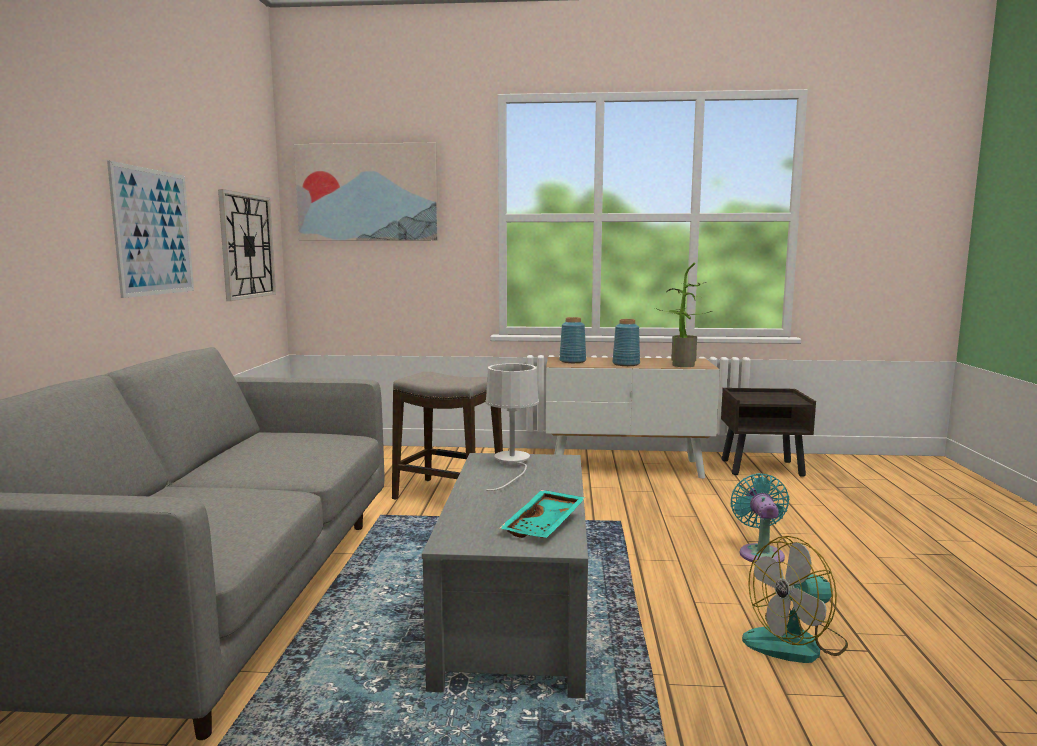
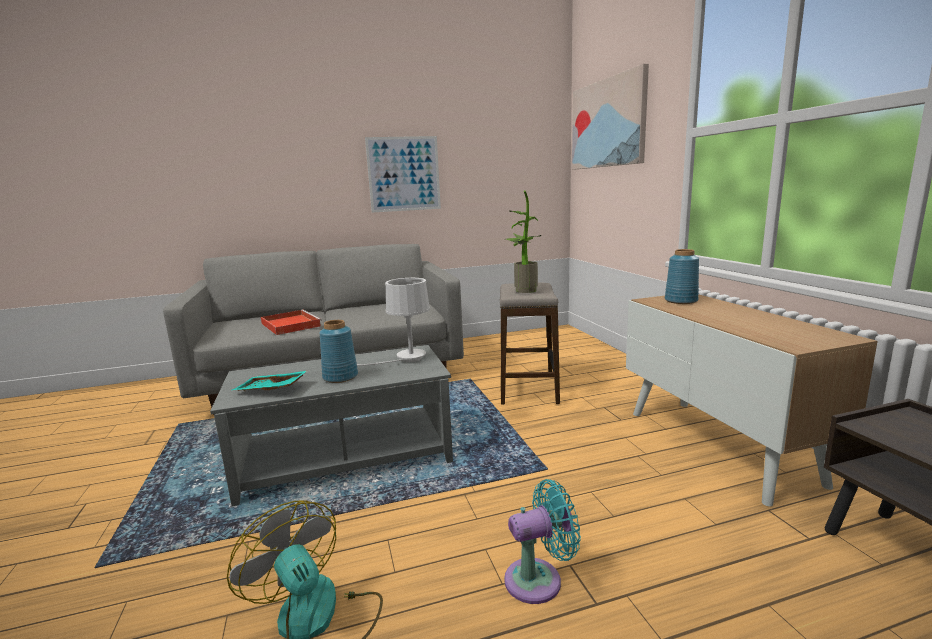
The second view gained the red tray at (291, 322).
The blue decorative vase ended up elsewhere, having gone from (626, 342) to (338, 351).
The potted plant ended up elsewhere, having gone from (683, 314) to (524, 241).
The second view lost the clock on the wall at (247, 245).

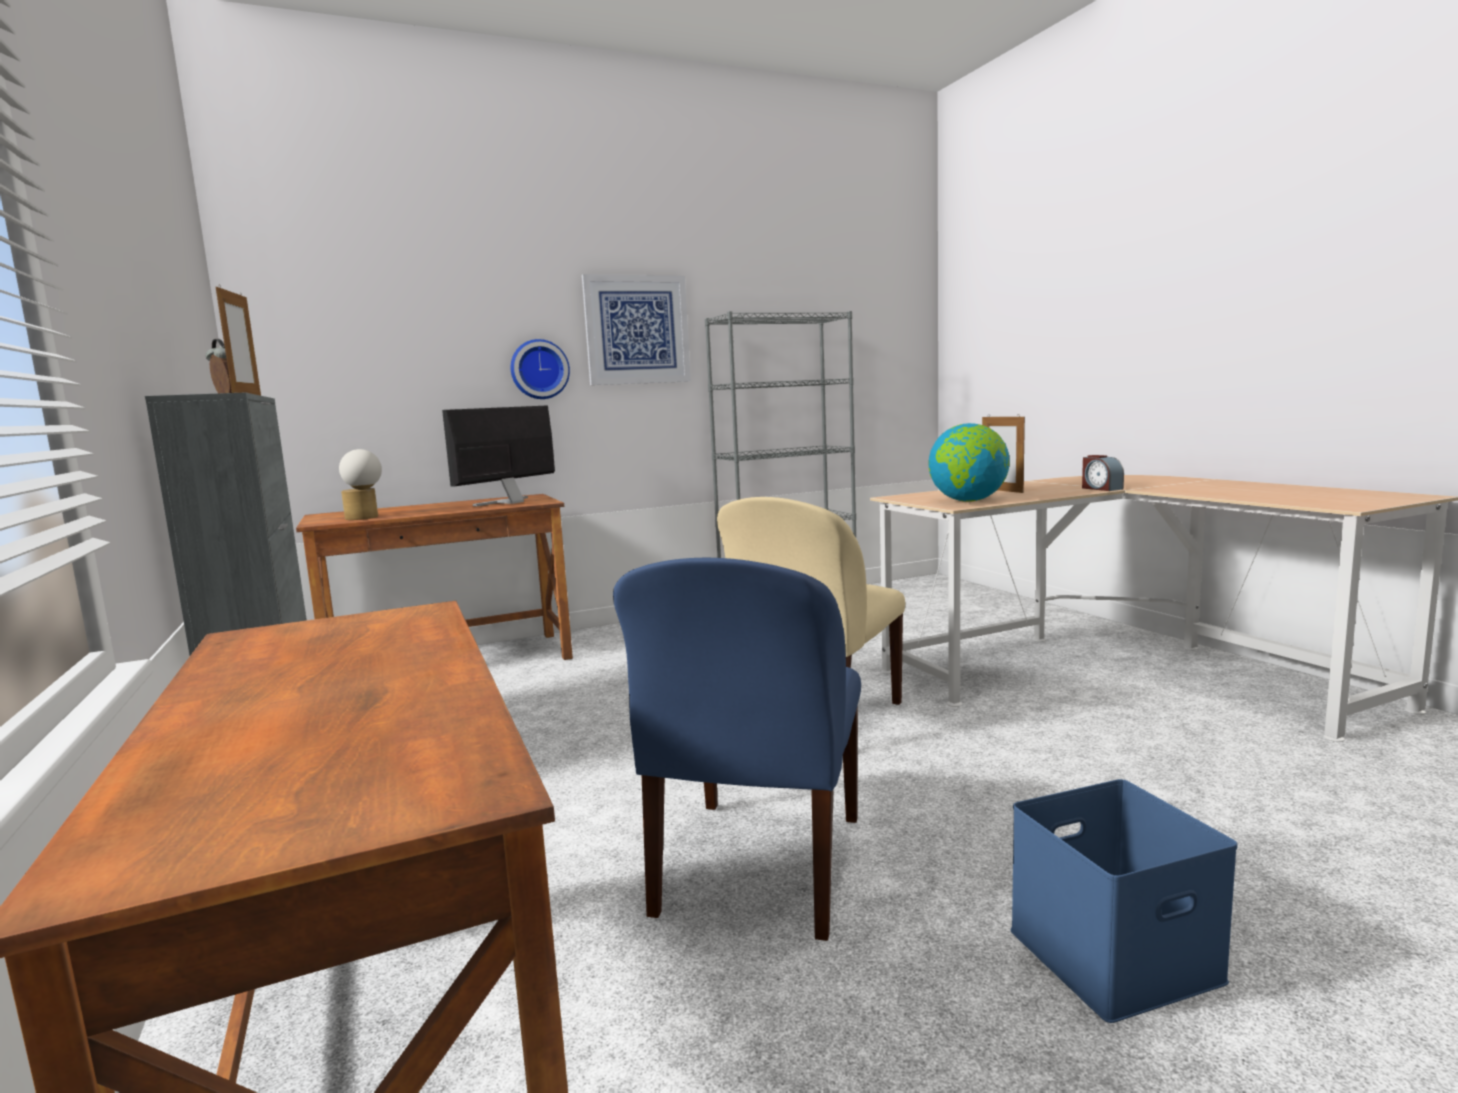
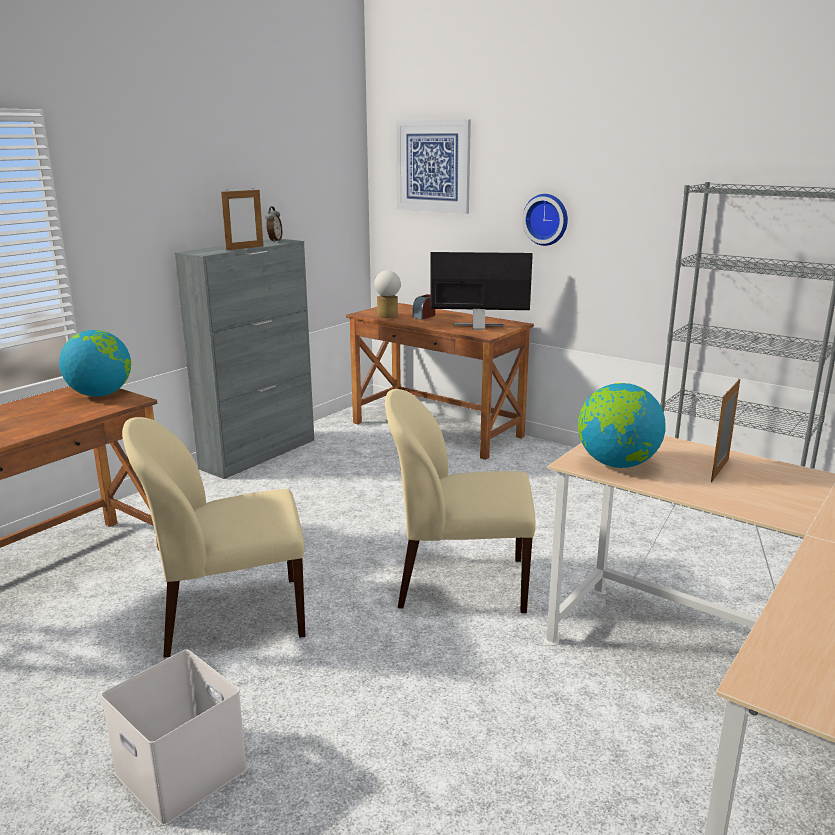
The second view gained the world globe at (95, 363).
What was the blue storage bin at (1124, 901) turned into the white storage bin at (174, 738).
What was the blue plain chair at (737, 749) turned into the beige-coloured plain chair at (213, 537).
The wall picture ended up elsewhere, having gone from (636, 329) to (433, 167).
The alarm clock ended up elsewhere, having gone from (1103, 473) to (424, 307).

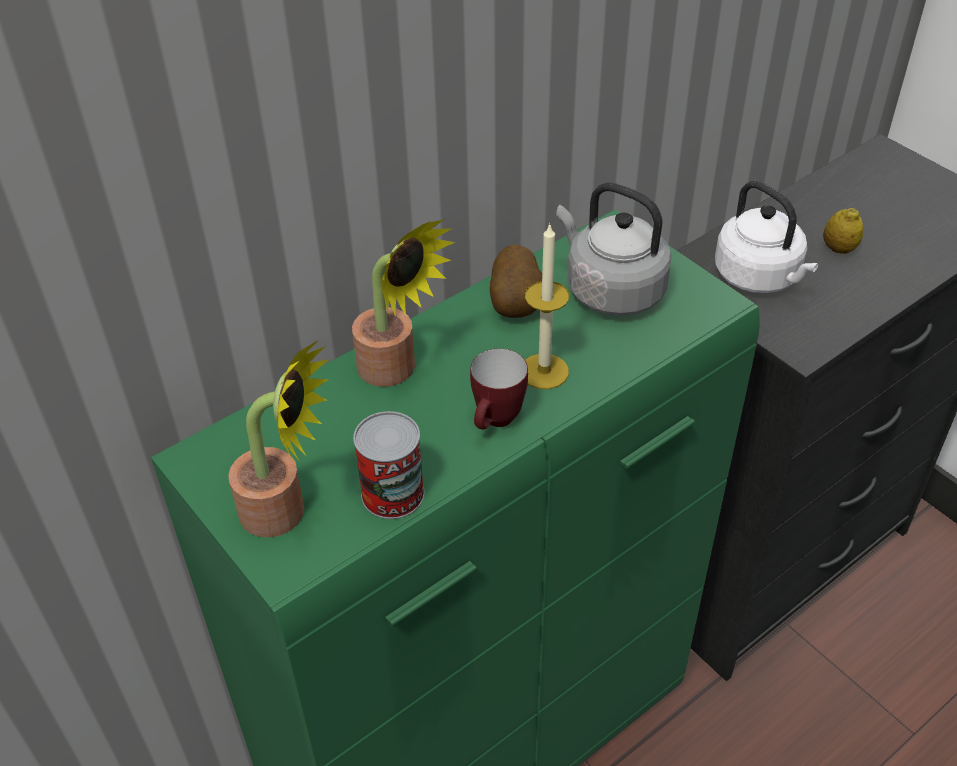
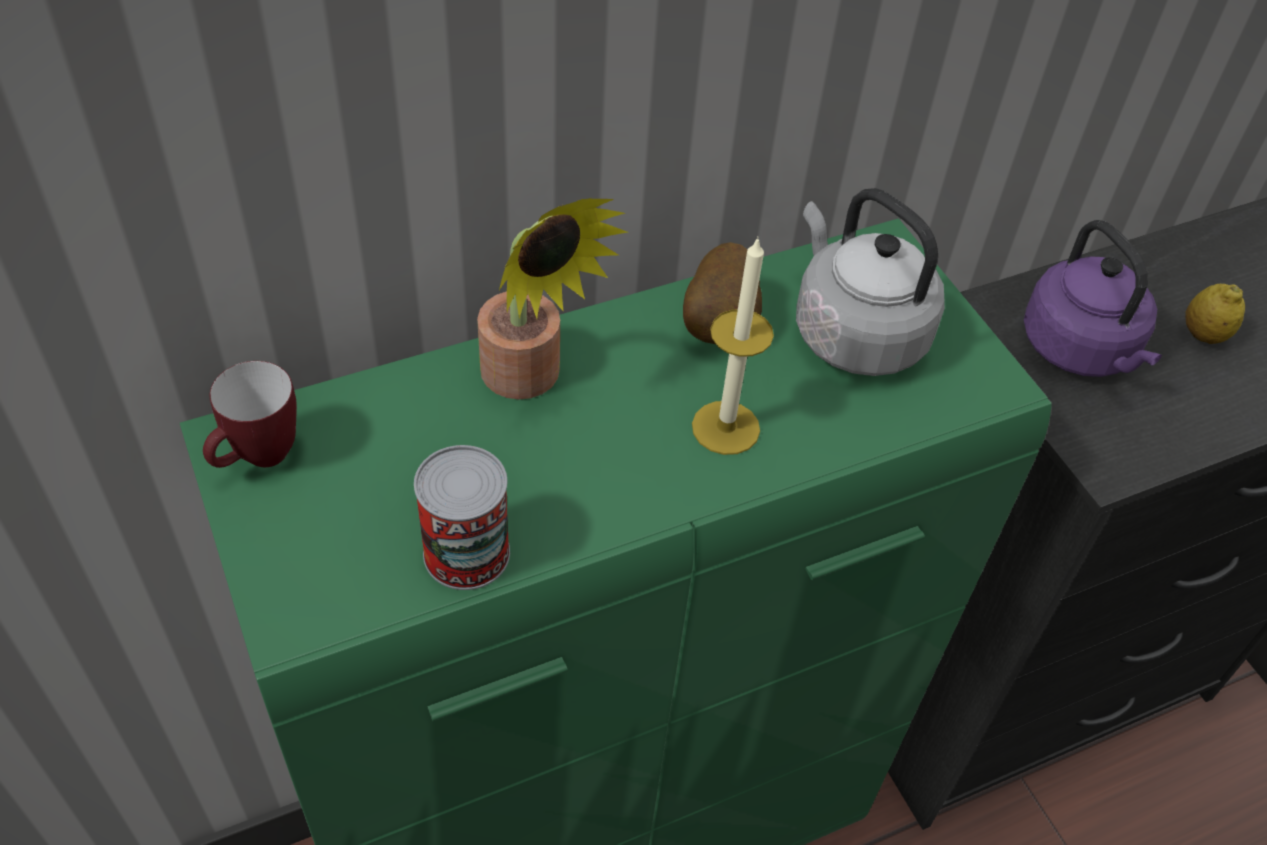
The mug ended up elsewhere, having gone from (499, 389) to (250, 414).
What was the white water kettle at (767, 237) turned into the purple-coloured water kettle at (1093, 298).
The second view lost the potted plant at (279, 438).

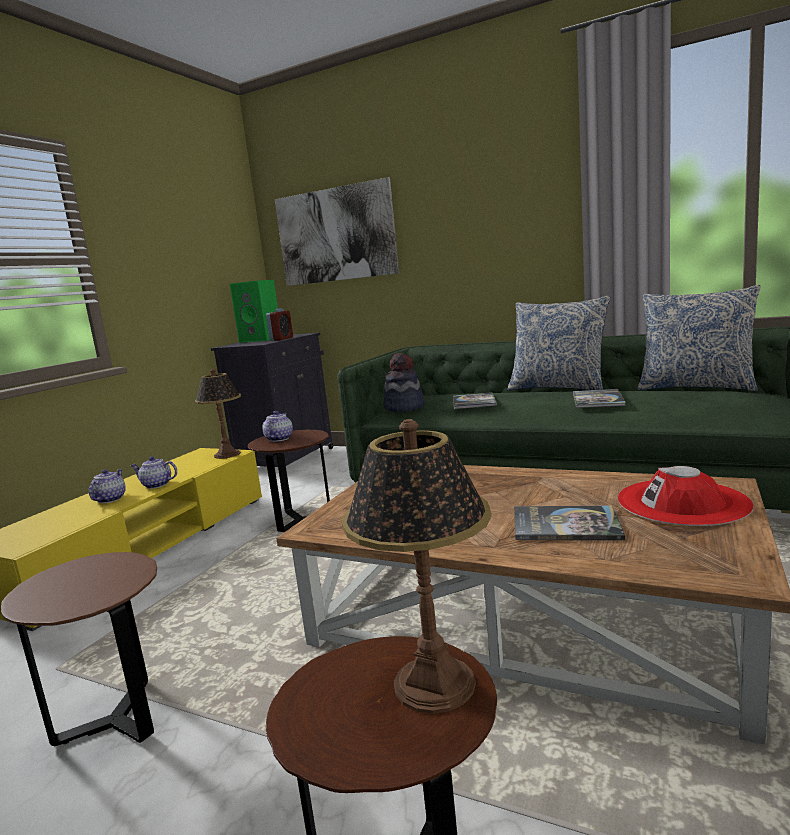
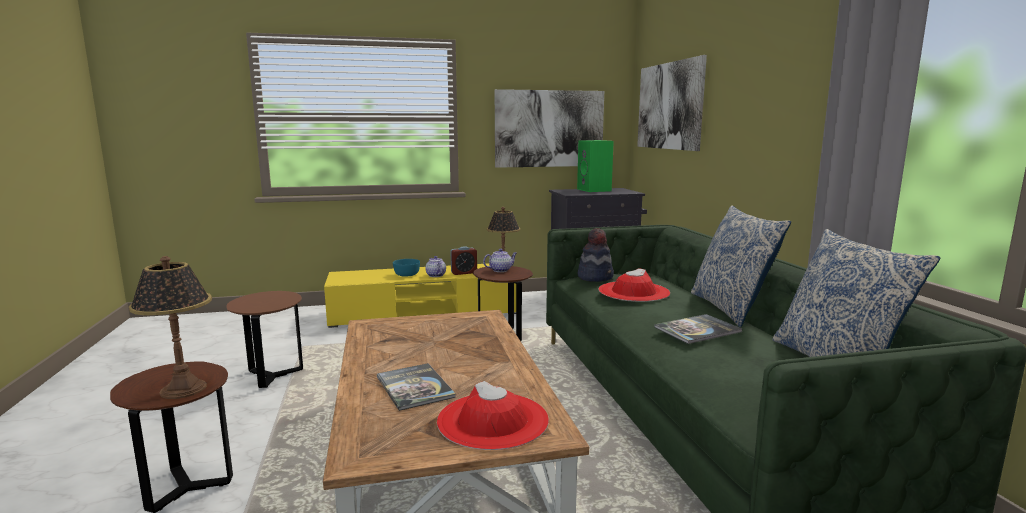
Where the tea pot stood at (107, 486), the turquoise bowl came to stand at (406, 268).
The alarm clock ended up elsewhere, having gone from (279, 324) to (463, 260).
The second view gained the wall picture at (549, 128).
Where the bound book stood at (475, 400), the red clothing hat came to stand at (634, 285).

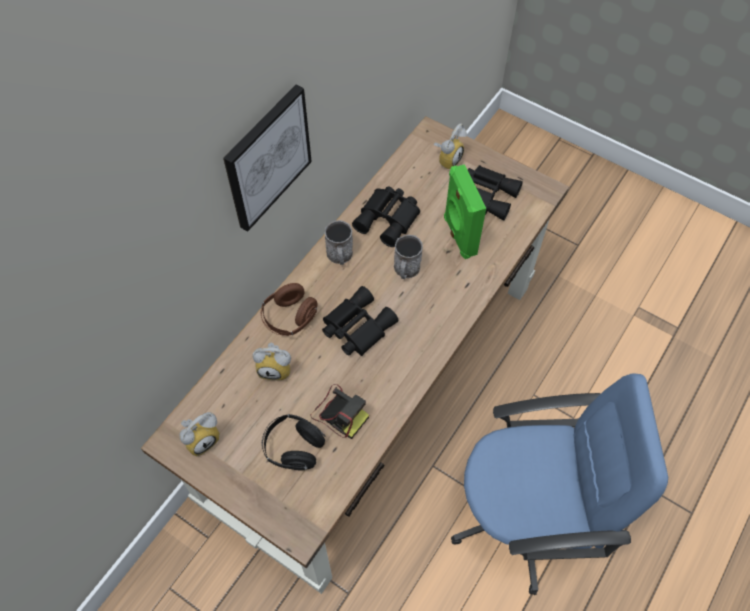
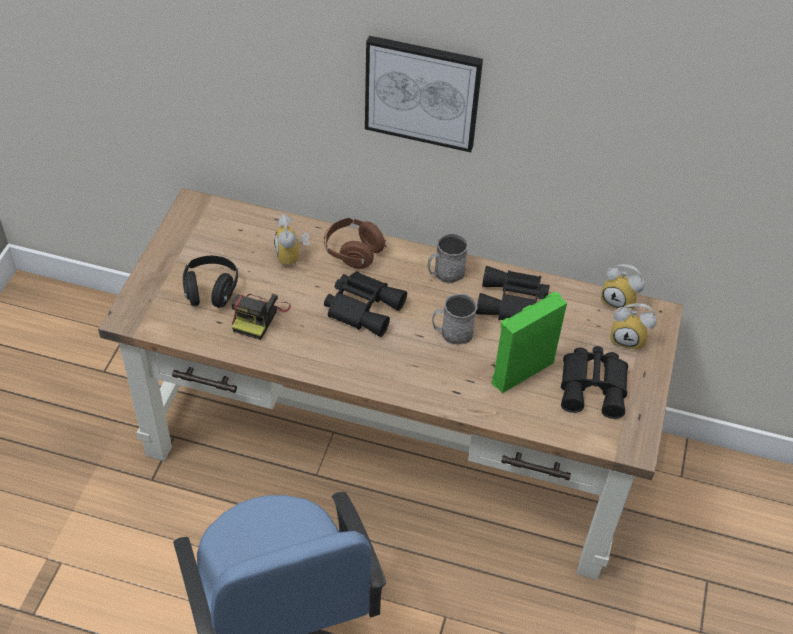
The alarm clock ended up elsewhere, having gone from (199, 434) to (623, 287).

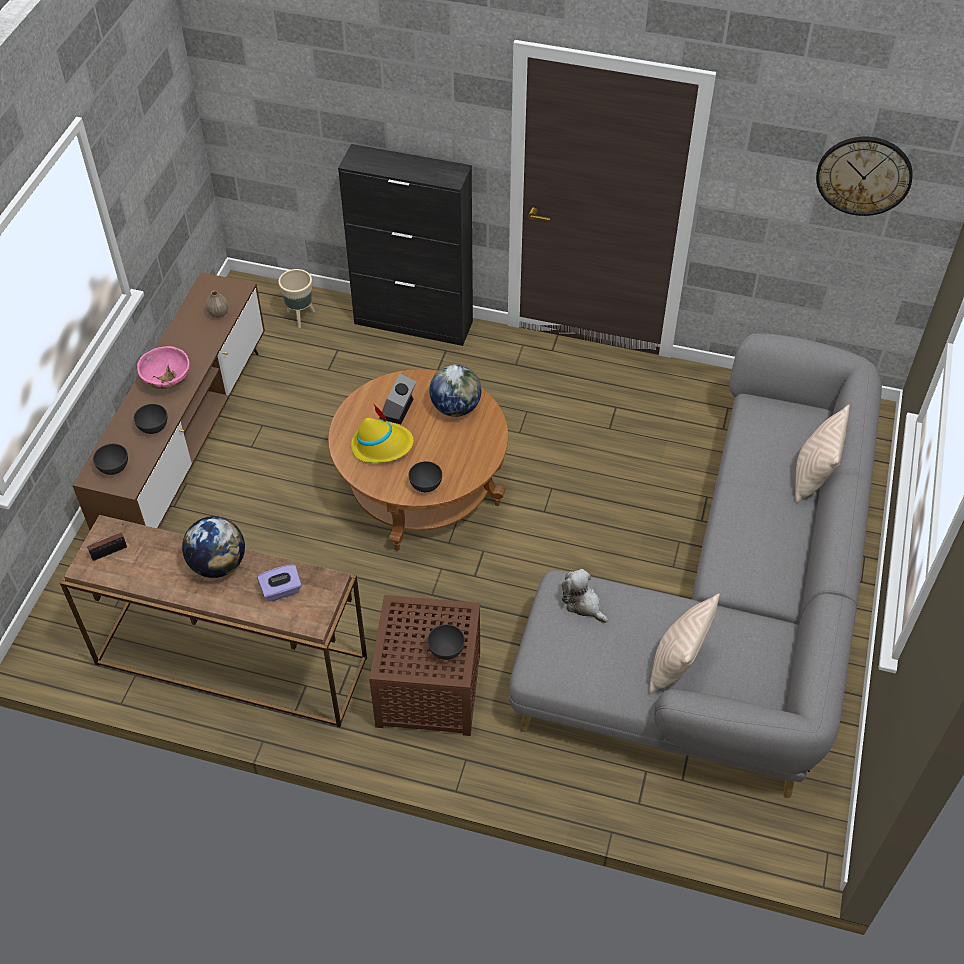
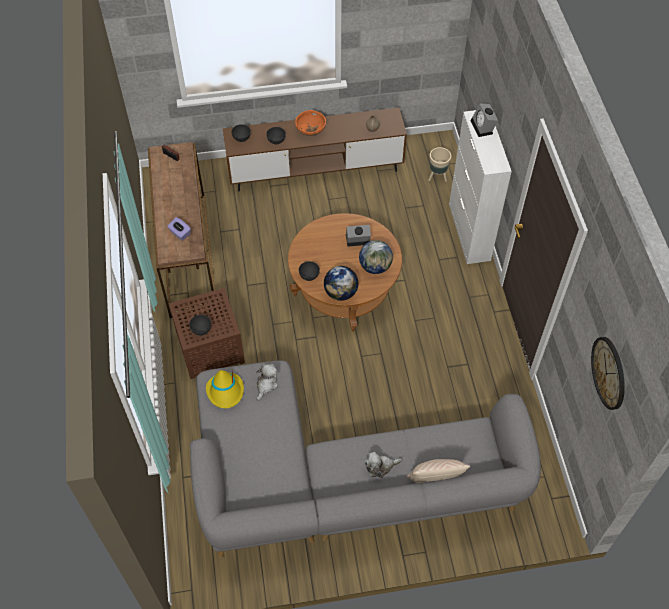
The yellow-coloured clothing hat ended up elsewhere, having gone from (382, 433) to (225, 389).
What was the pink-coloured bowl at (163, 367) turned into the orange bowl at (310, 123).
The world globe ended up elsewhere, having gone from (213, 547) to (341, 283).
The second view gained the soft toy at (383, 465).
What was the black cabinet at (405, 245) turned into the white cabinet at (480, 187).
The second view gained the alarm clock at (484, 120).
The second view lost the beige-coloured pillow at (684, 643).

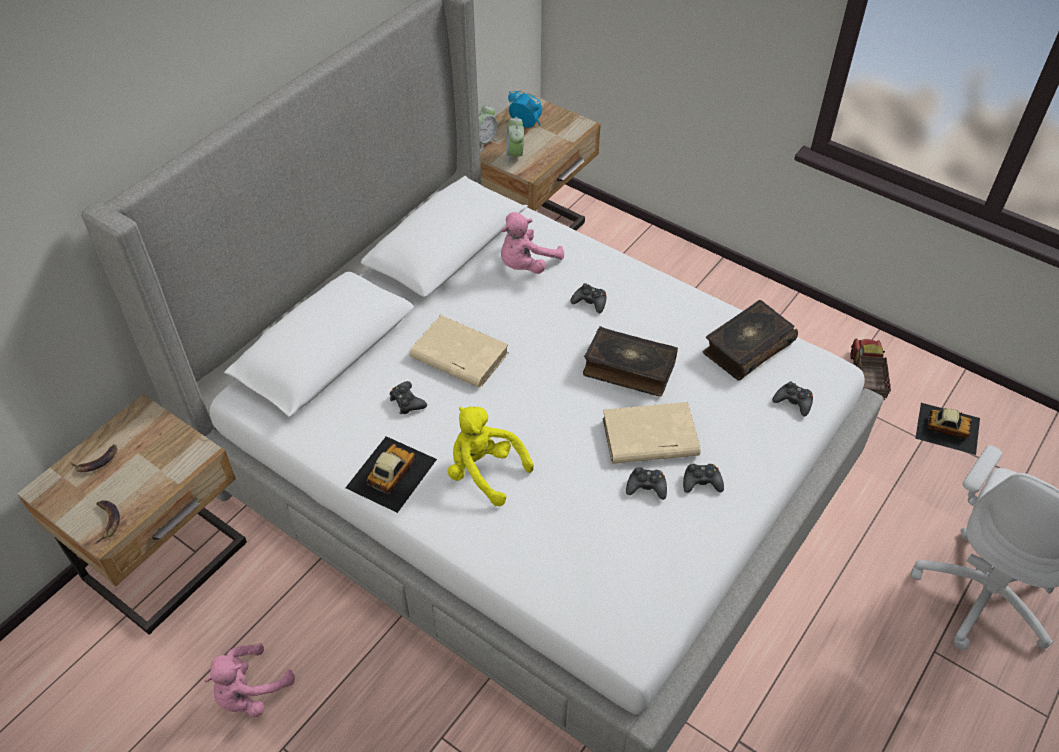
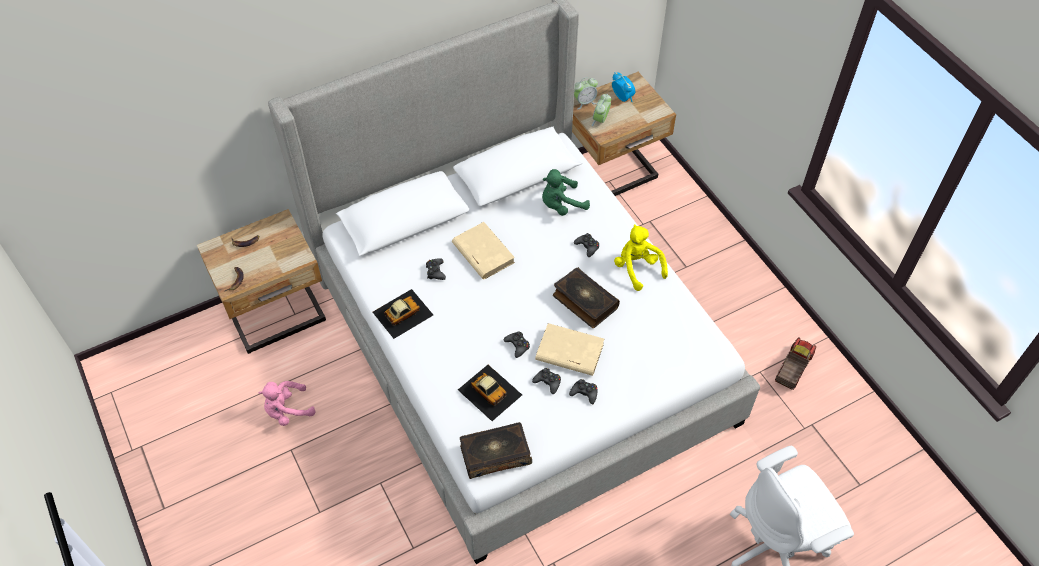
The toy car ended up elsewhere, having gone from (947, 429) to (490, 393).
The bound book ended up elsewhere, having gone from (750, 340) to (496, 450).
The black game controller ended up elsewhere, having gone from (793, 399) to (517, 344).
What was the pink-coloured soft toy at (532, 243) turned into the green-coloured soft toy at (566, 192).
The yellow-coloured soft toy ended up elsewhere, having gone from (491, 456) to (641, 257).

